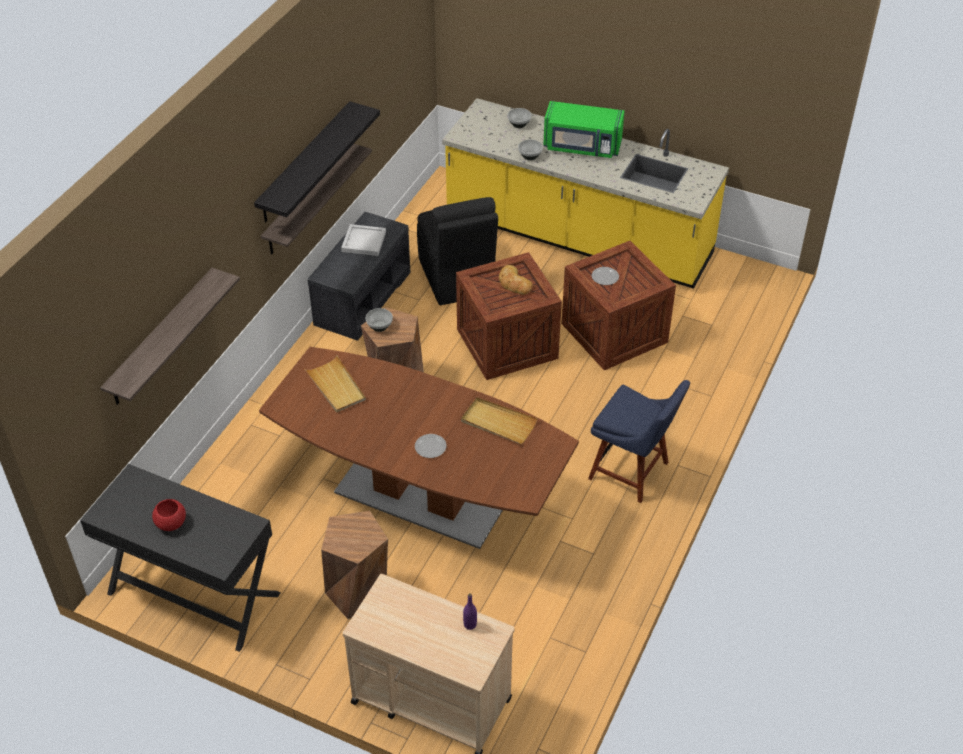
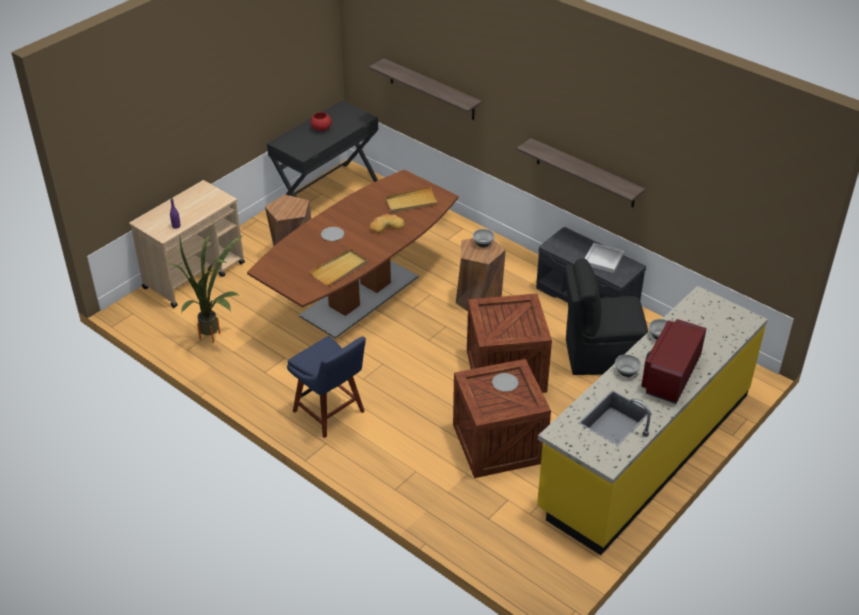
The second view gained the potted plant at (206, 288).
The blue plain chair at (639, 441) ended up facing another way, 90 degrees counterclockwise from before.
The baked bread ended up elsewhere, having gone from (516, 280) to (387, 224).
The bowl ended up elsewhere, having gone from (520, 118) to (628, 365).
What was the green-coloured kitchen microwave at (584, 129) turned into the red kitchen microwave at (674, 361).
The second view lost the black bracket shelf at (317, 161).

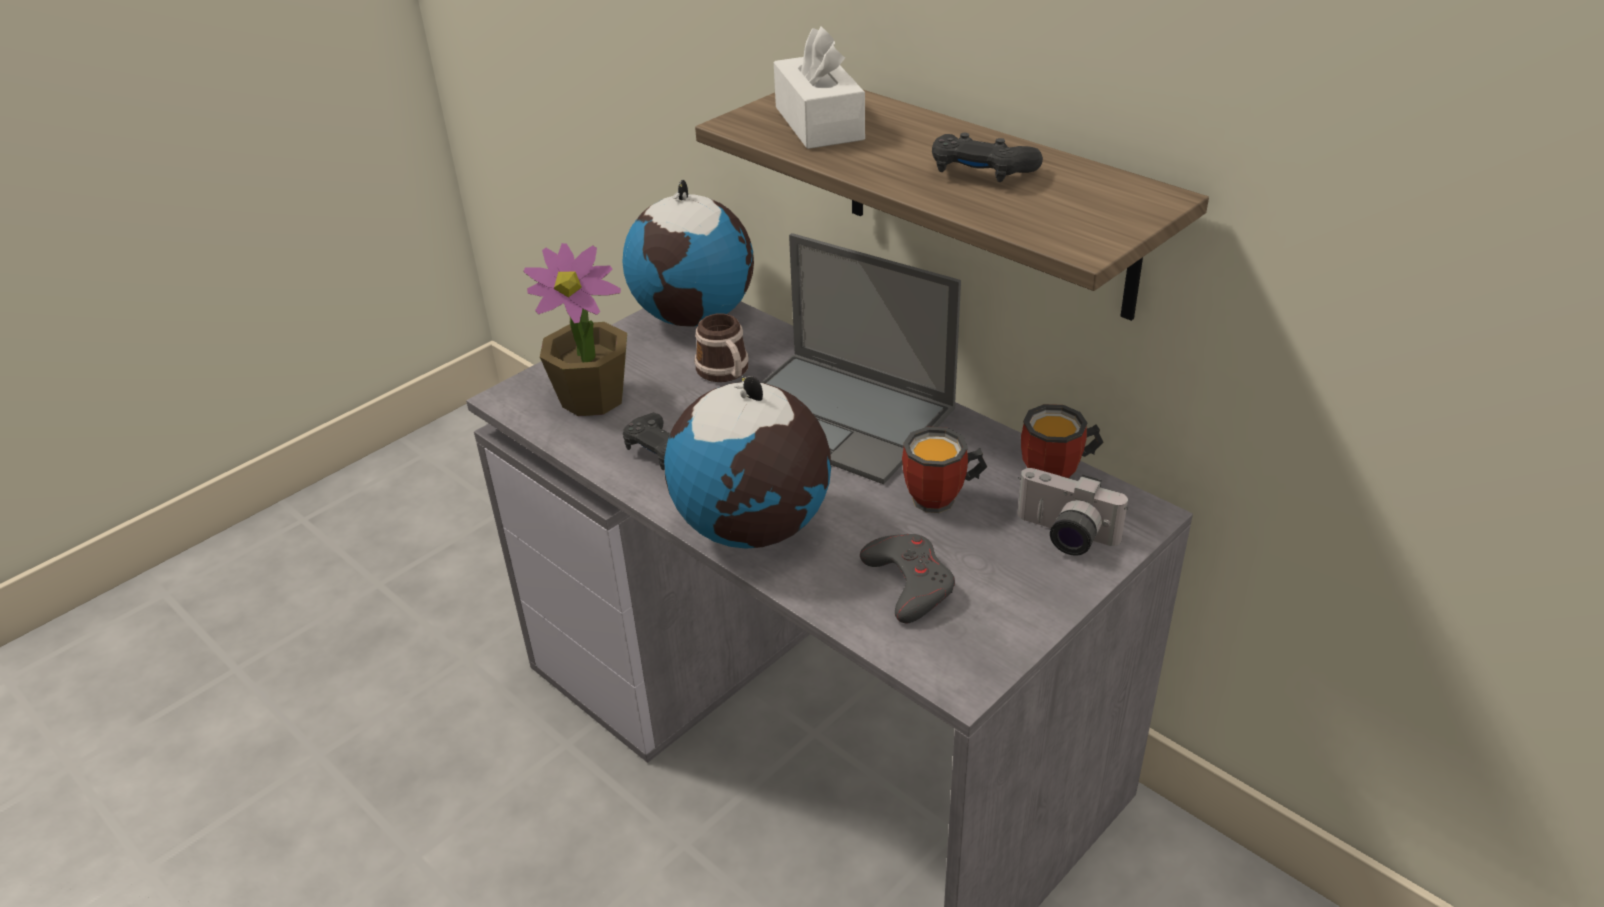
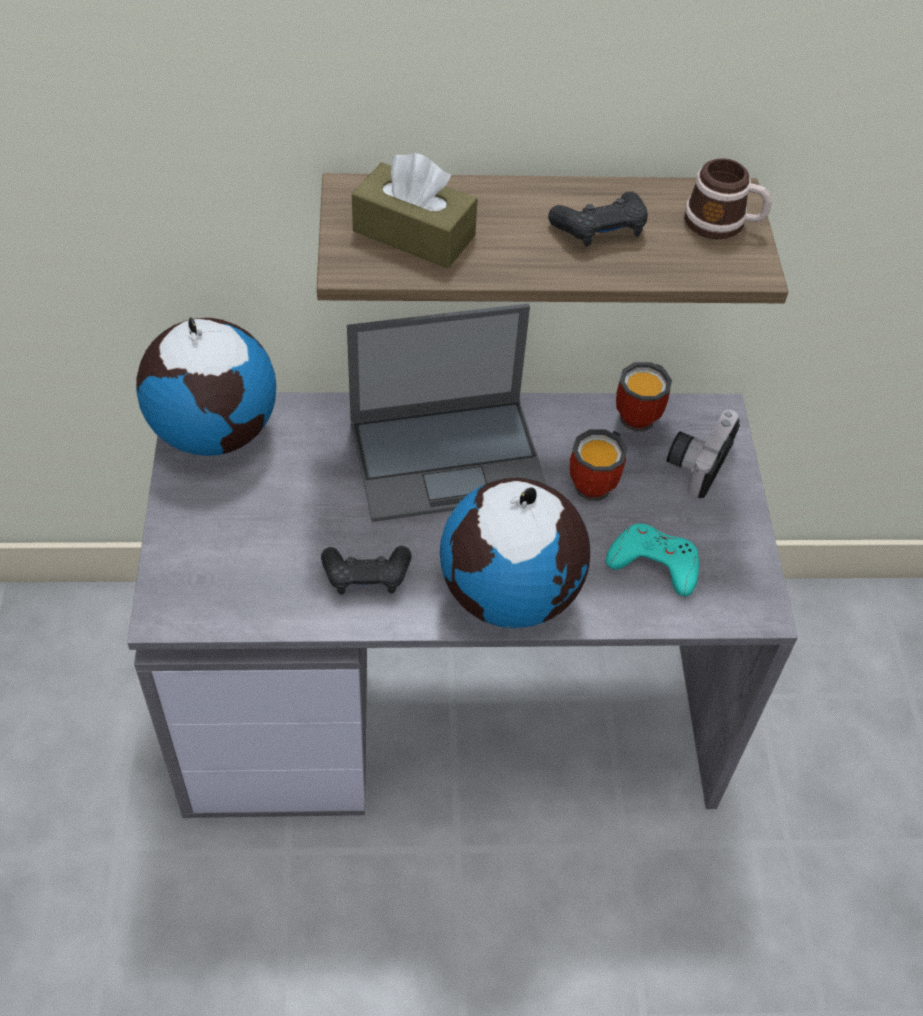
What was the white box of tissues at (819, 87) turned into the brown box of tissues at (415, 211).
What was the gray game controller at (907, 578) turned into the turquoise game controller at (652, 560).
The still camera at (1072, 512) ended up facing another way, 135 degrees clockwise from before.
The mug ended up elsewhere, having gone from (721, 347) to (728, 198).
The second view lost the potted plant at (575, 329).

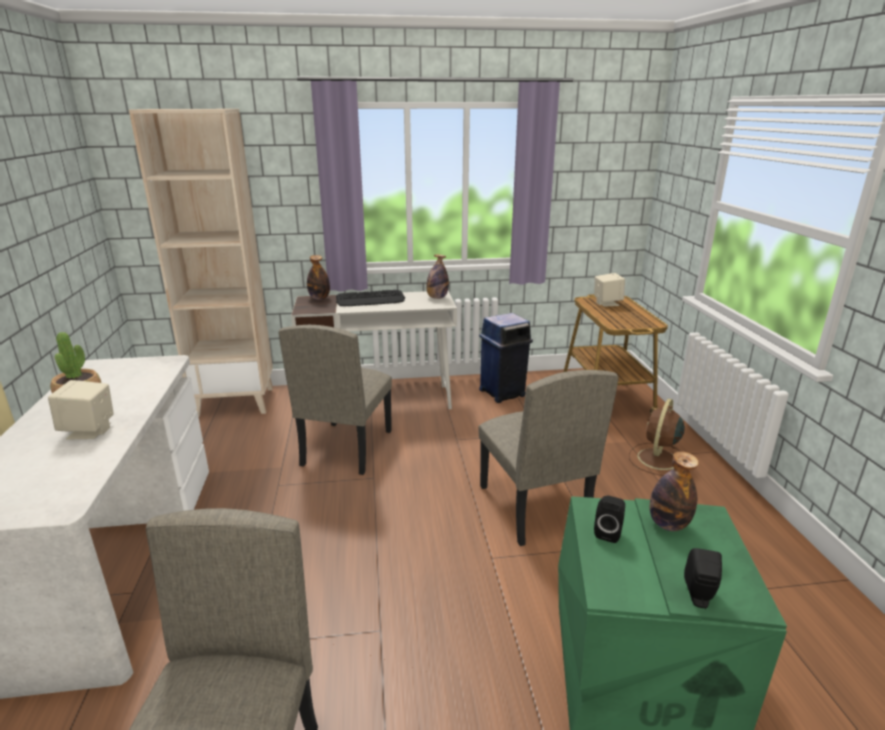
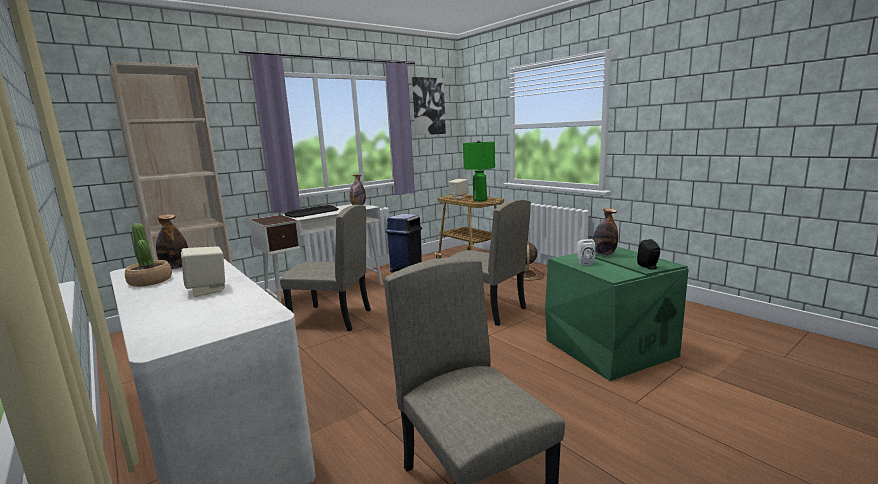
The beverage bottle ended up elsewhere, having gone from (318, 277) to (172, 241).
The beige-coloured plain chair at (335, 400) ended up facing another way, 60 degrees counterclockwise from before.
The second view gained the wall picture at (429, 106).
The second view gained the green-coloured lamp for a table at (479, 171).
What was the black loudspeaker at (609, 519) turned into the white loudspeaker at (586, 252).

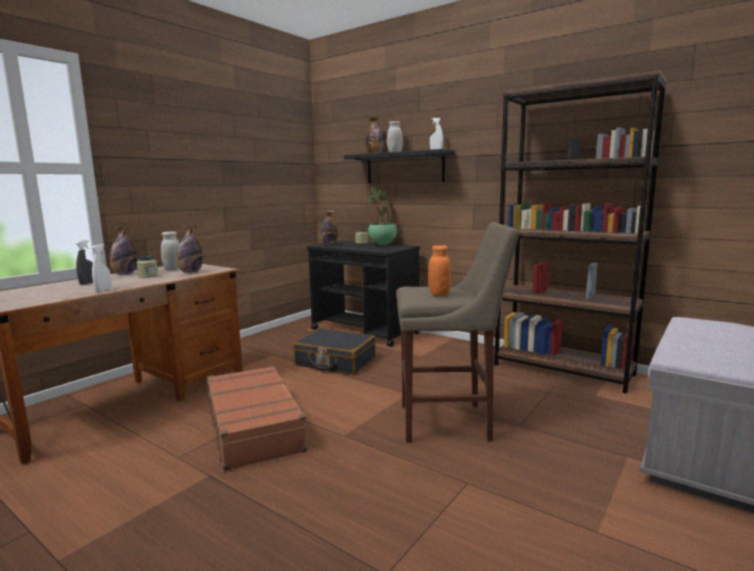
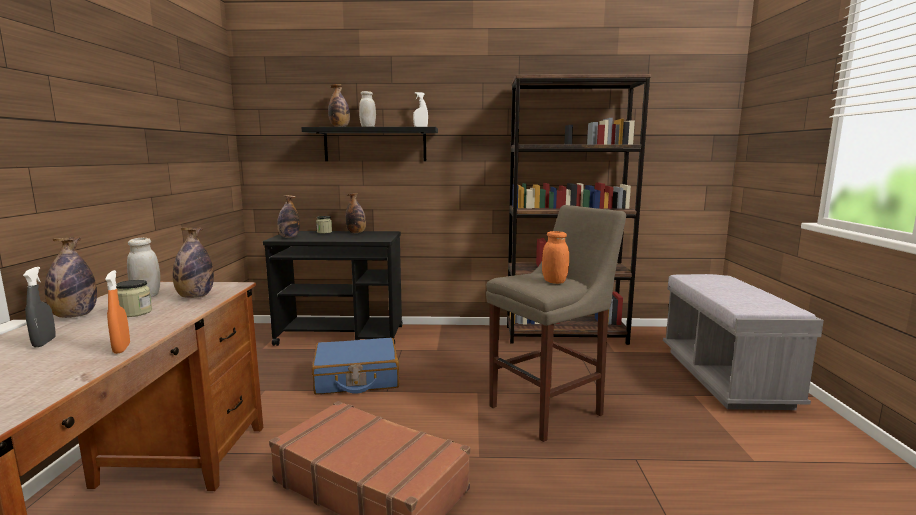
What was the white spray bottle at (102, 268) turned into the orange spray bottle at (117, 312).
What was the black suitcase at (334, 351) turned into the blue suitcase at (355, 366).
Where the potted plant stood at (382, 216), the beverage bottle came to stand at (355, 213).

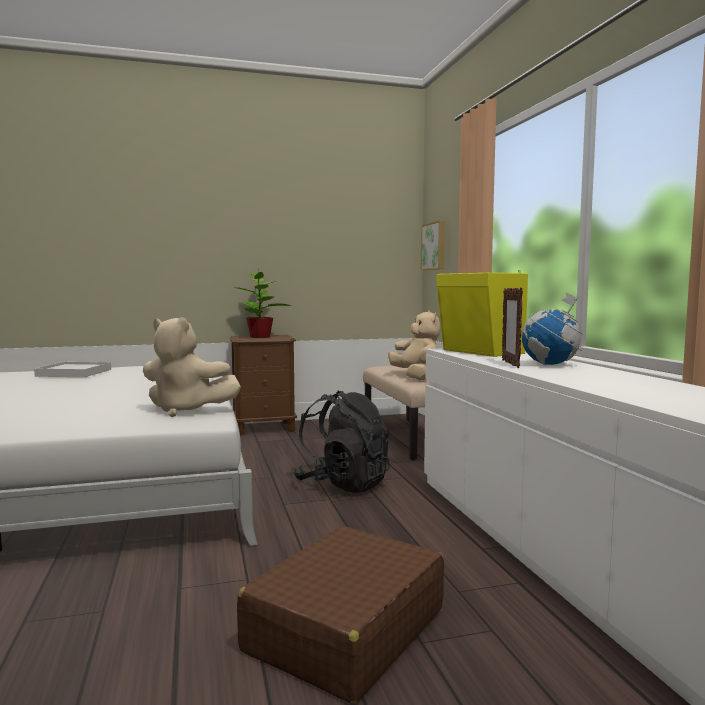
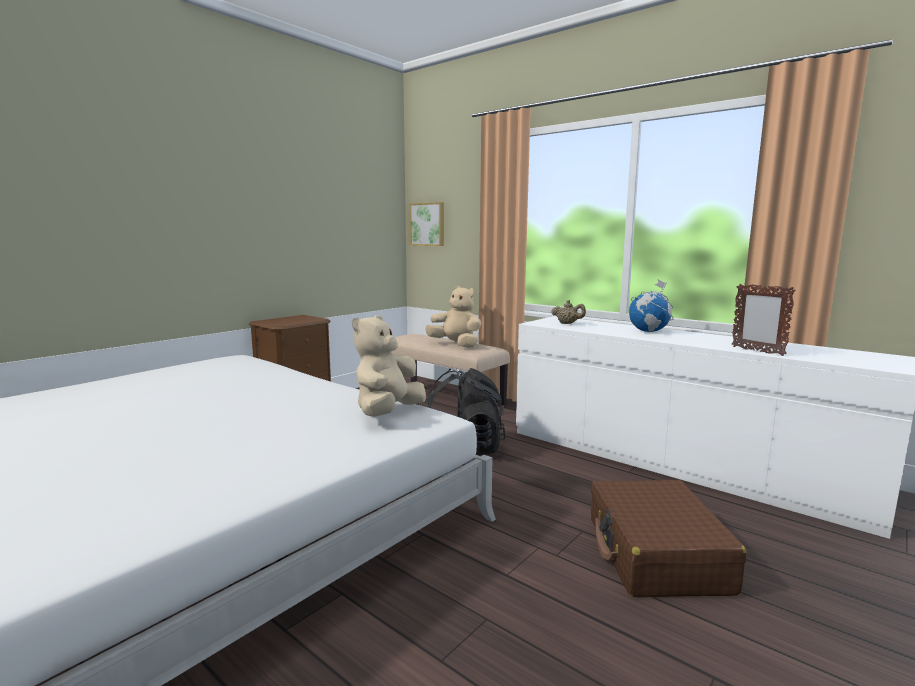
The beige-coloured soft toy at (192, 367) ended up facing another way, 135 degrees clockwise from before.
Where the yellow-coloured loudspeaker stood at (482, 313), the beige-coloured tea pot came to stand at (568, 312).
The picture frame ended up elsewhere, having gone from (512, 328) to (764, 320).
The second view lost the white tray at (72, 369).
The second view lost the potted plant at (264, 304).

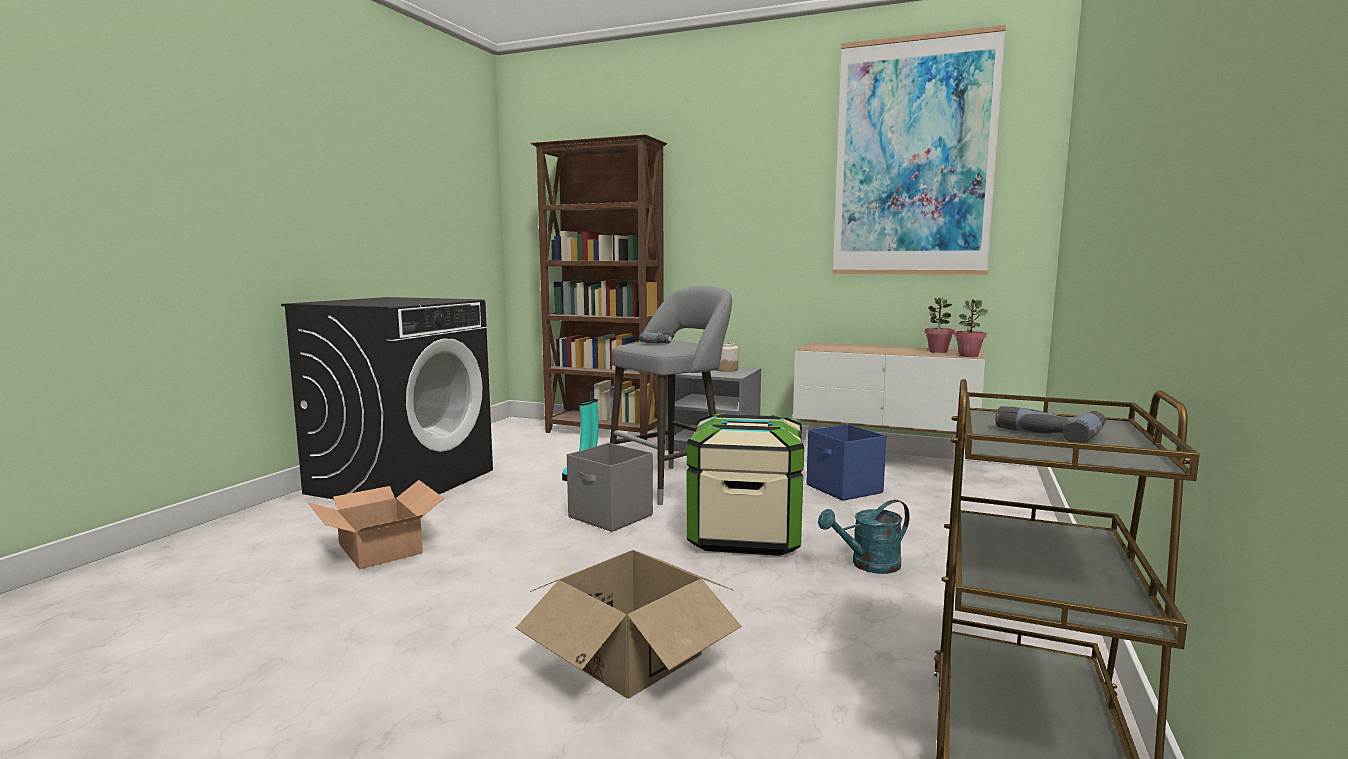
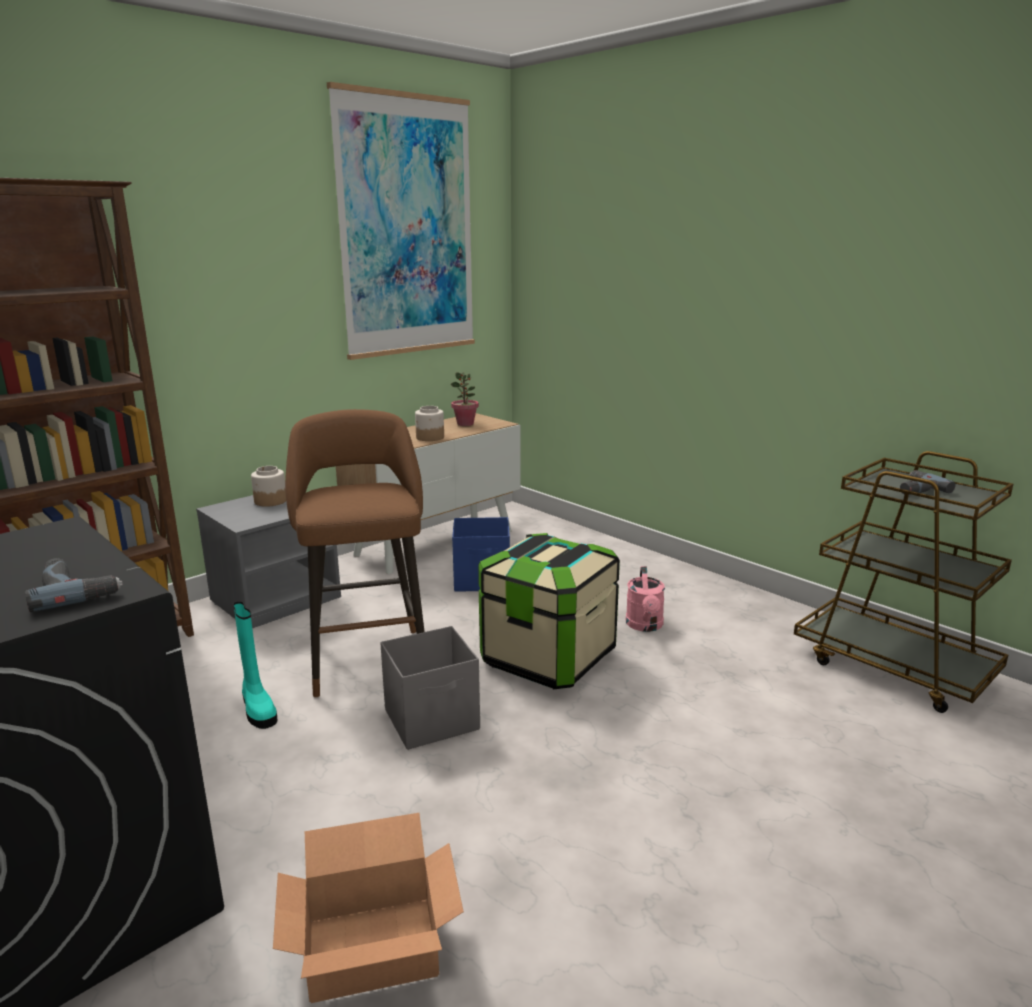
The drill ended up elsewhere, having gone from (656, 337) to (74, 585).
What was the gray sitting stool at (671, 395) turned into the brown sitting stool at (355, 553).
The second view gained the preserve jar at (429, 423).
What was the turquoise watering can at (863, 537) turned into the pink-coloured watering can at (645, 599).
The second view lost the cardboard box at (629, 624).
The second view lost the potted plant at (971, 328).

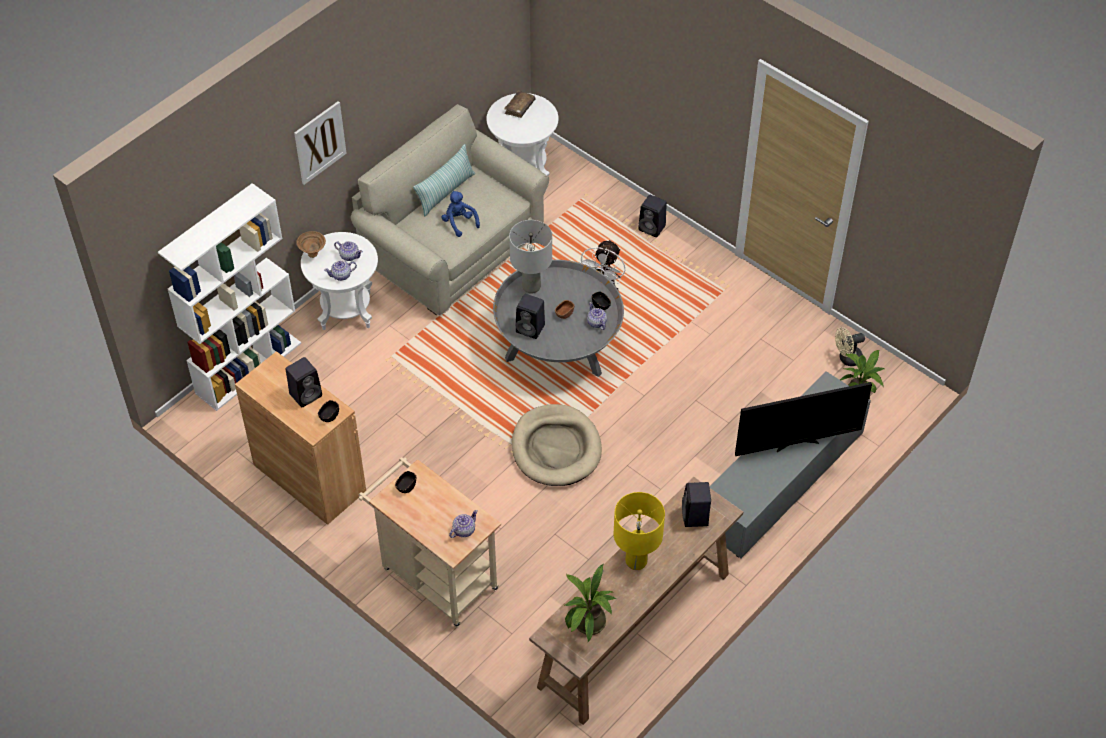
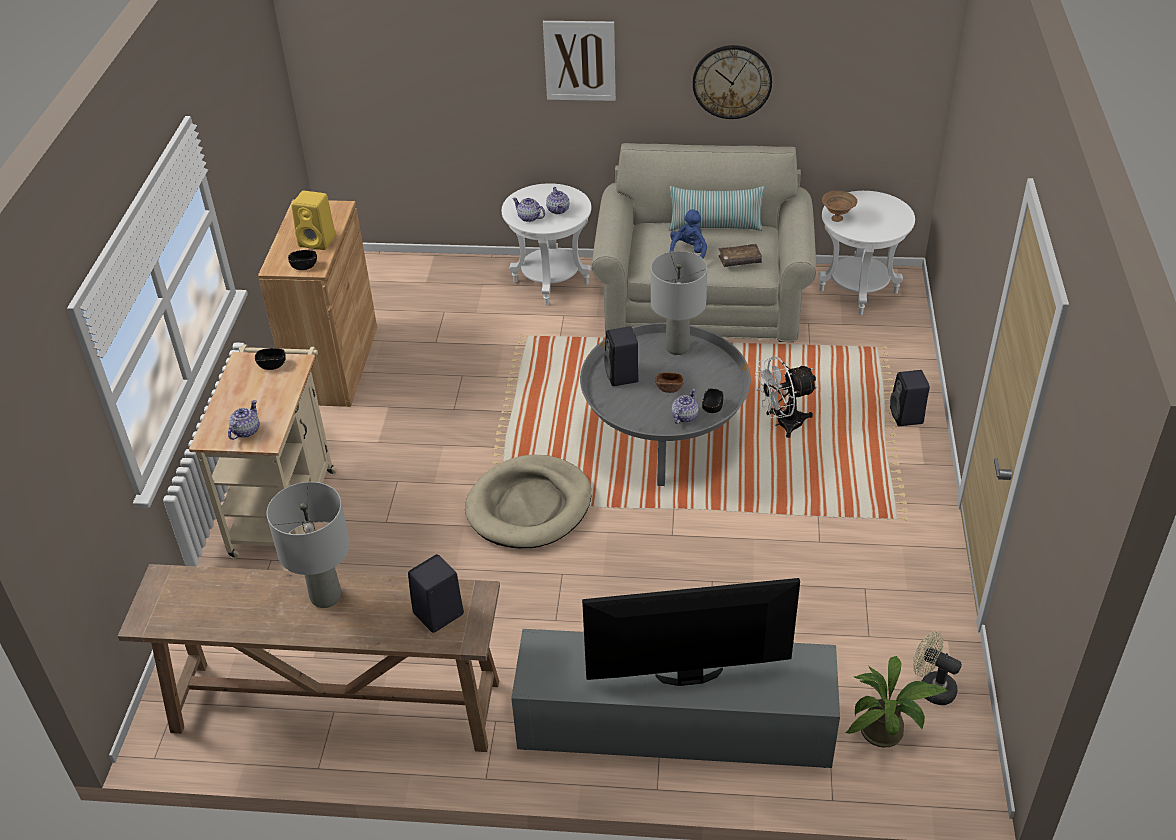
The tea pot at (463, 524) ended up facing another way, 75 degrees counterclockwise from before.
What was the yellow-coloured lamp for a table at (639, 531) turned into the gray lamp for a table at (308, 545).
What was the black loudspeaker at (303, 382) turned into the yellow-coloured loudspeaker at (313, 220).
The television at (803, 419) ended up facing another way, 135 degrees clockwise from before.
The second view gained the clock on the wall at (732, 82).
The brown bound book ended up elsewhere, having gone from (520, 104) to (740, 255).
The brown bowl ended up elsewhere, having gone from (311, 244) to (839, 206).
The second view lost the white bookshelf at (229, 297).
The second view lost the potted plant at (590, 603).

